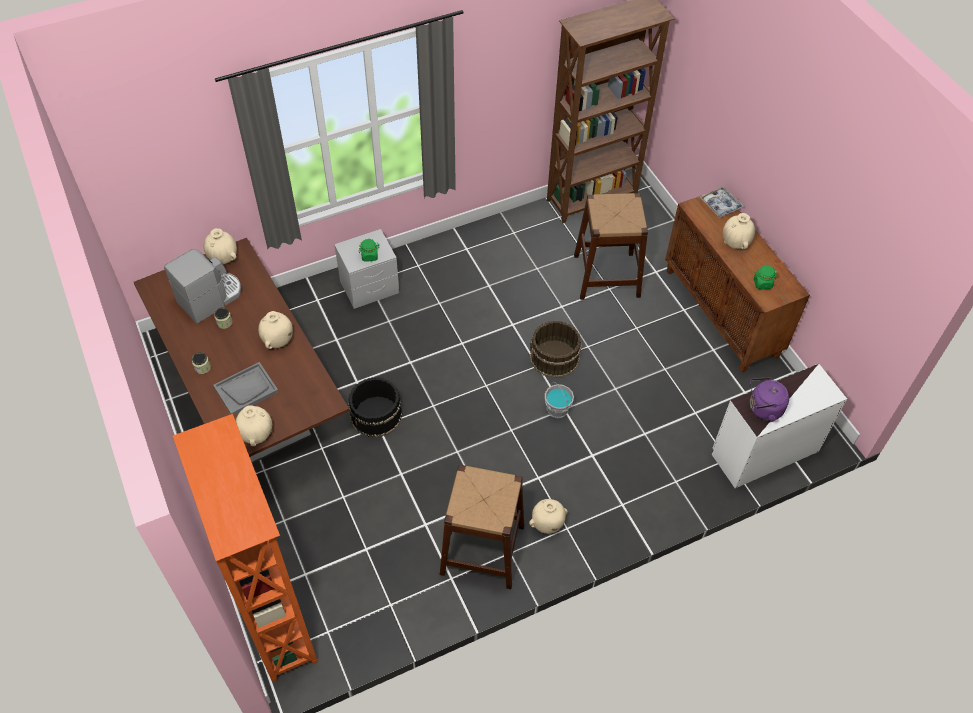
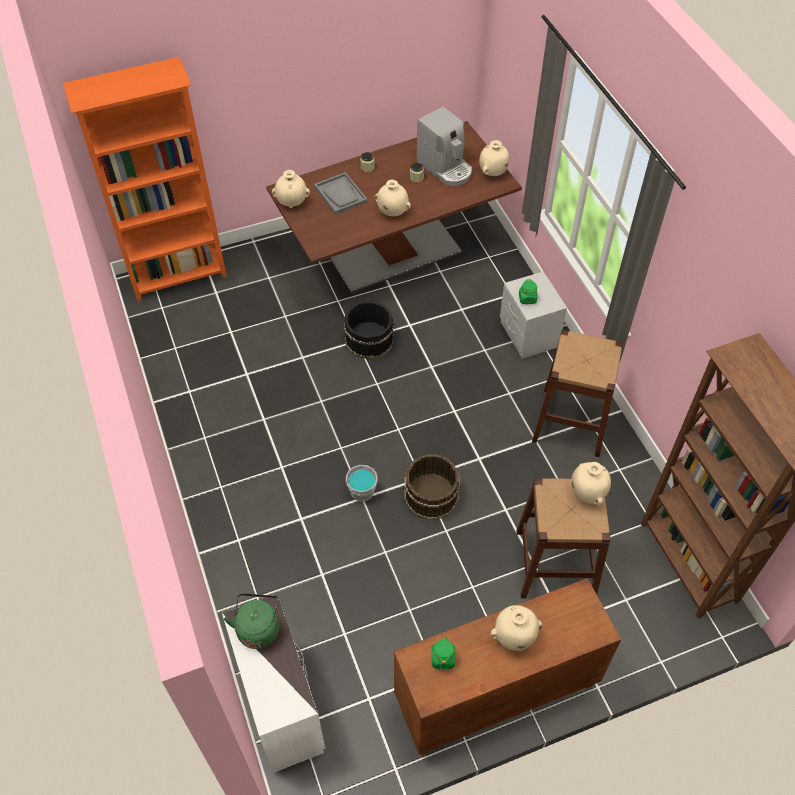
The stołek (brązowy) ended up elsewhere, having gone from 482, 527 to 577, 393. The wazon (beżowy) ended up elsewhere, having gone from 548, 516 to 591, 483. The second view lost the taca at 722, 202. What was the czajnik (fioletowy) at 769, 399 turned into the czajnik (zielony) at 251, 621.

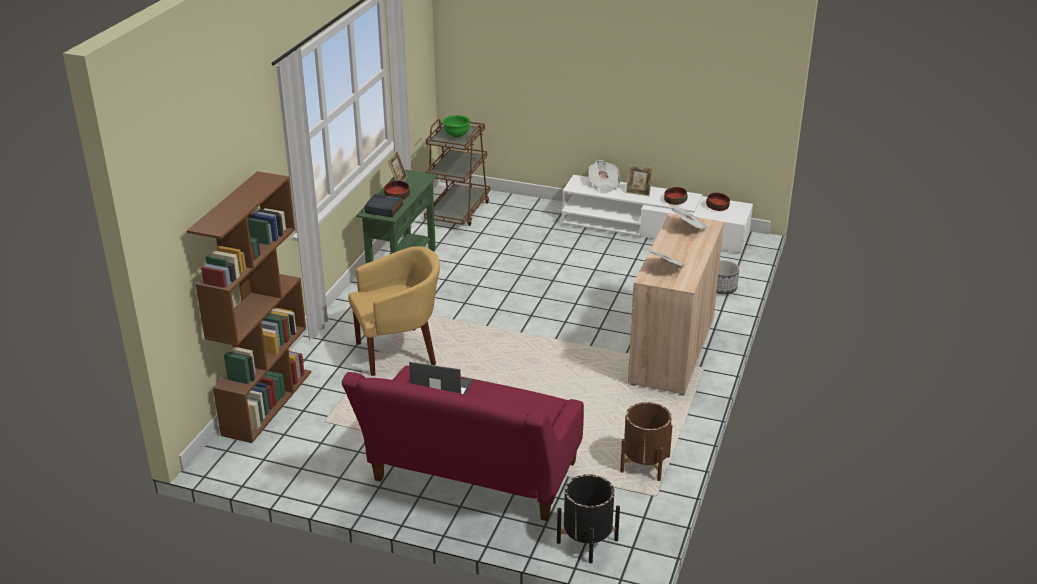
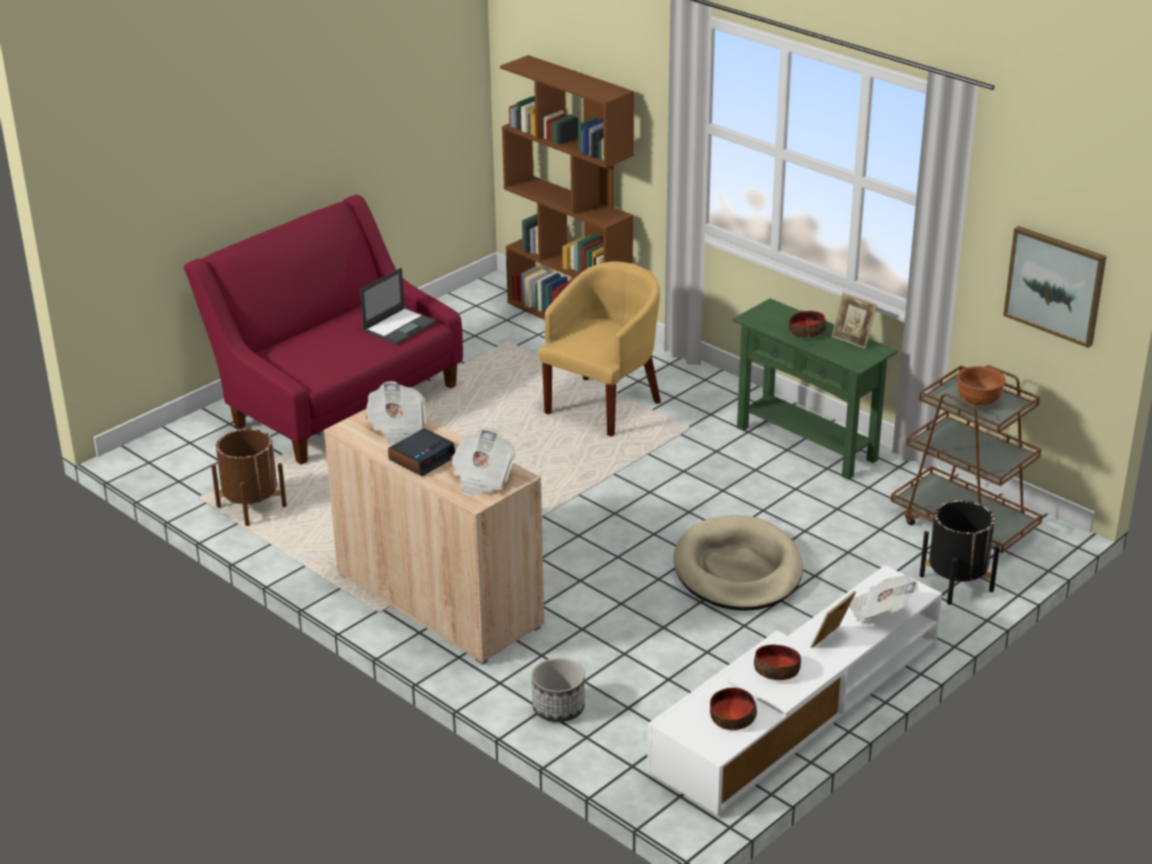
The fotel (żółty) at 394, 311 ended up facing another way, 150 degrees counterclockwise from before. The budzik ended up elsewhere, having gone from 384, 205 to 422, 452. What was the miska (zielony) at 456, 126 turned into the miska (brązowy) at 981, 386. The donica (czarny) ended up elsewhere, having gone from 588, 518 to 959, 552. The second view gained the legowisko (beżowy) at 738, 563. The second view gained the obraz at 1054, 287.

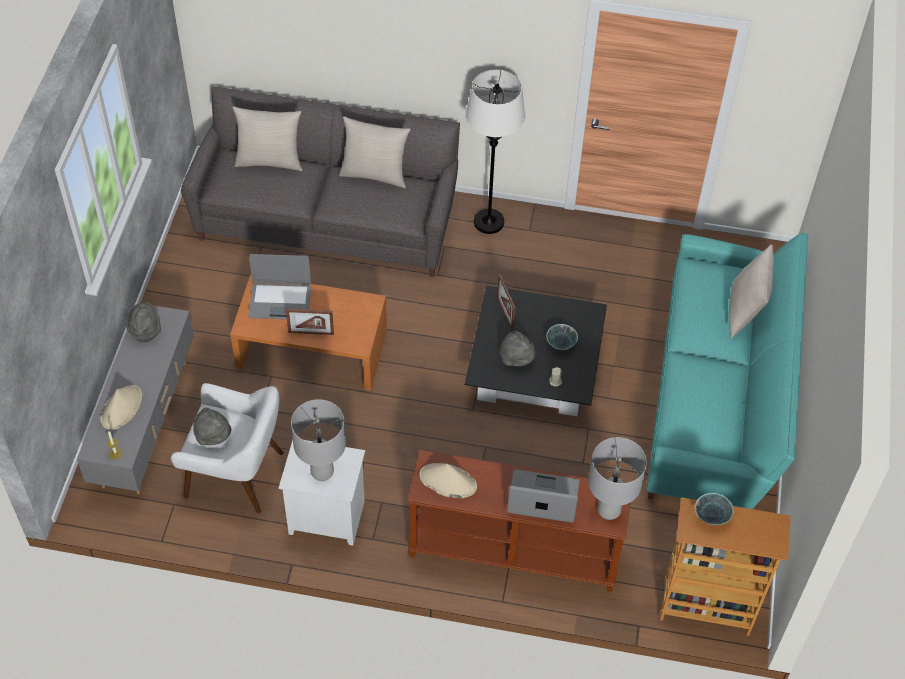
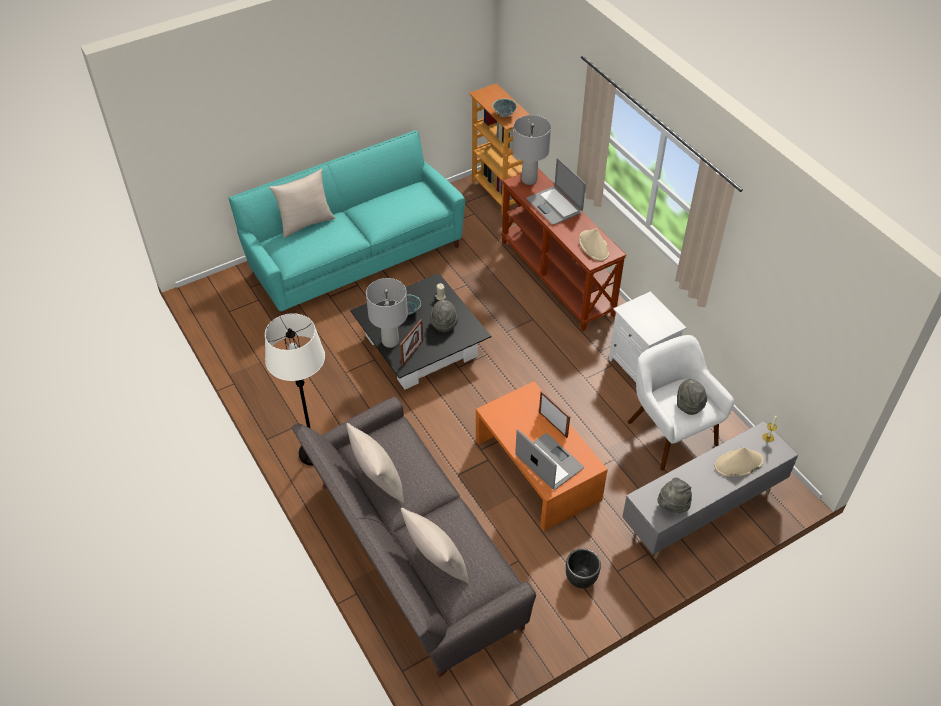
The lampa stołowa (szary) ended up elsewhere, having gone from 318, 440 to 387, 313. The second view gained the donica (czarny) at 583, 568.

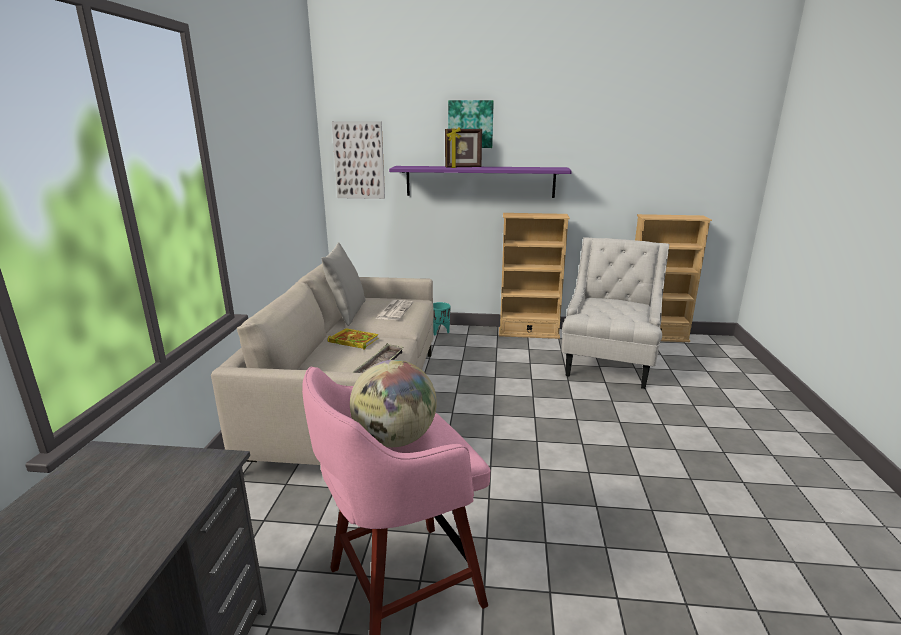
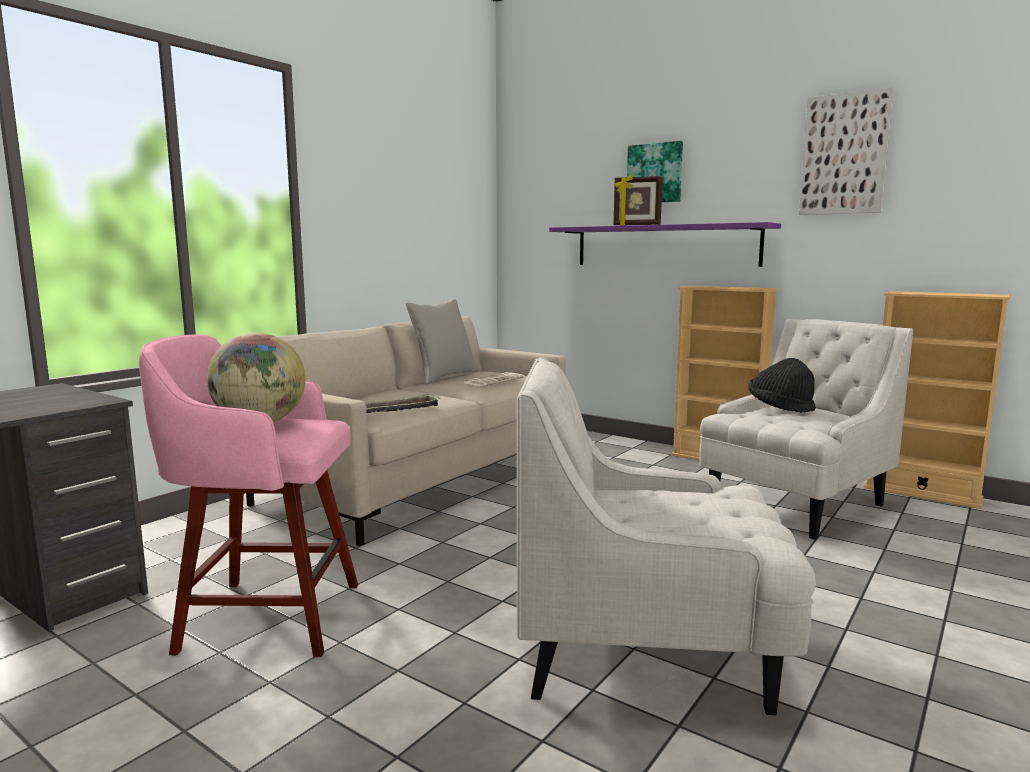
The second view lost the książka at 353, 339. The obraz ended up elsewhere, having gone from 358, 160 to 846, 151. The second view lost the donica (turkusowy) at 442, 318. The second view gained the fotel (biały) at 666, 536. The second view gained the kapelusz (czarny) at 782, 385.

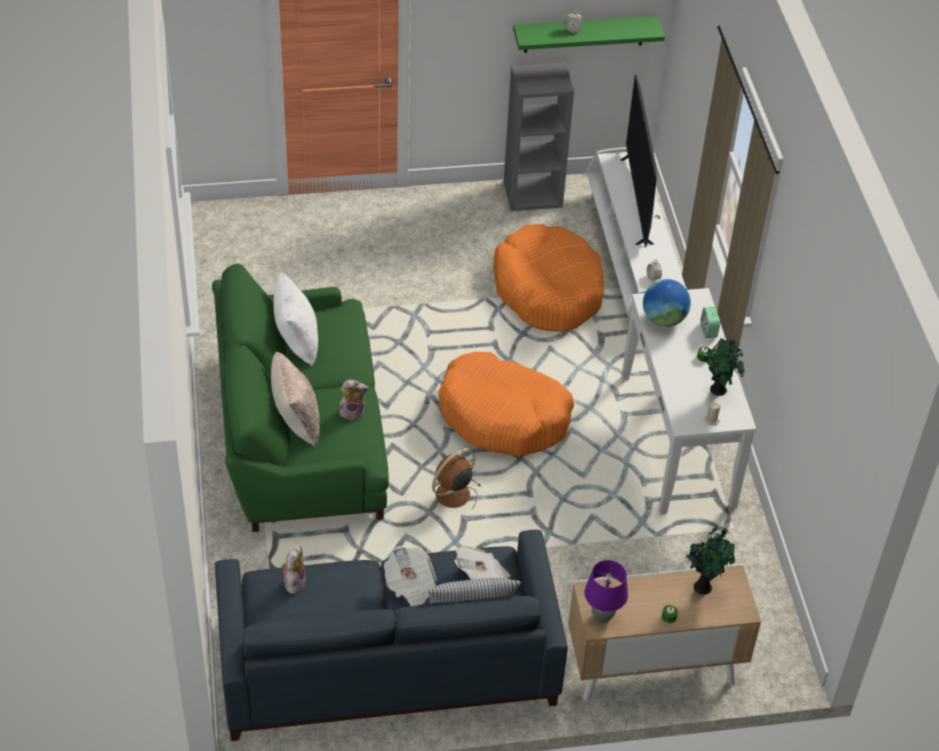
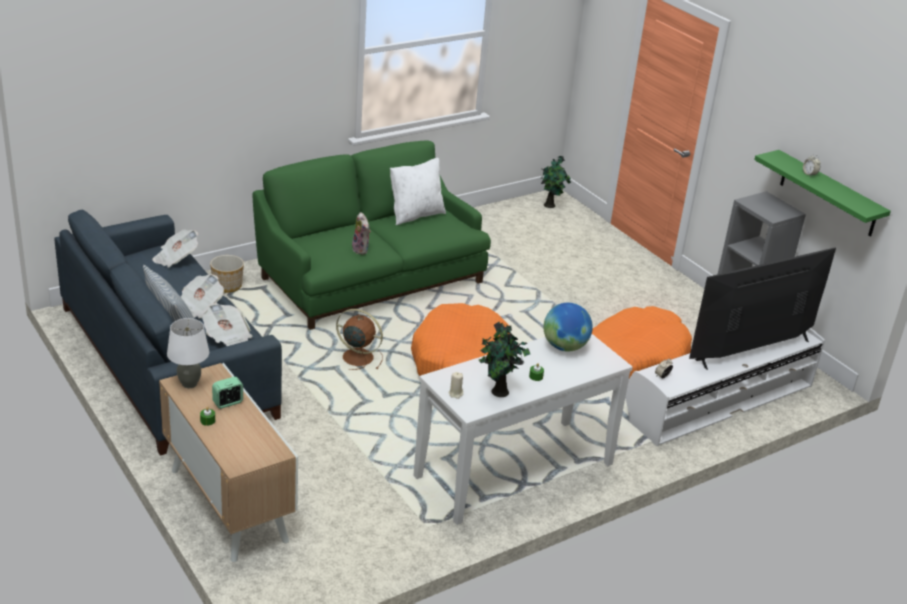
The second view lost the poduszka (beżowy) at 295, 399. Where the pluszak stood at 293, 569, the gazeta came to stand at 175, 248. What was the lampa stołowa (fioletowy) at 606, 591 turned into the lampa stołowa (biały) at 188, 353. The roślina doniczkowa ended up elsewhere, having gone from 710, 561 to 555, 182. The budzik ended up elsewhere, having gone from 710, 322 to 227, 393. The second view gained the donica at 227, 274.

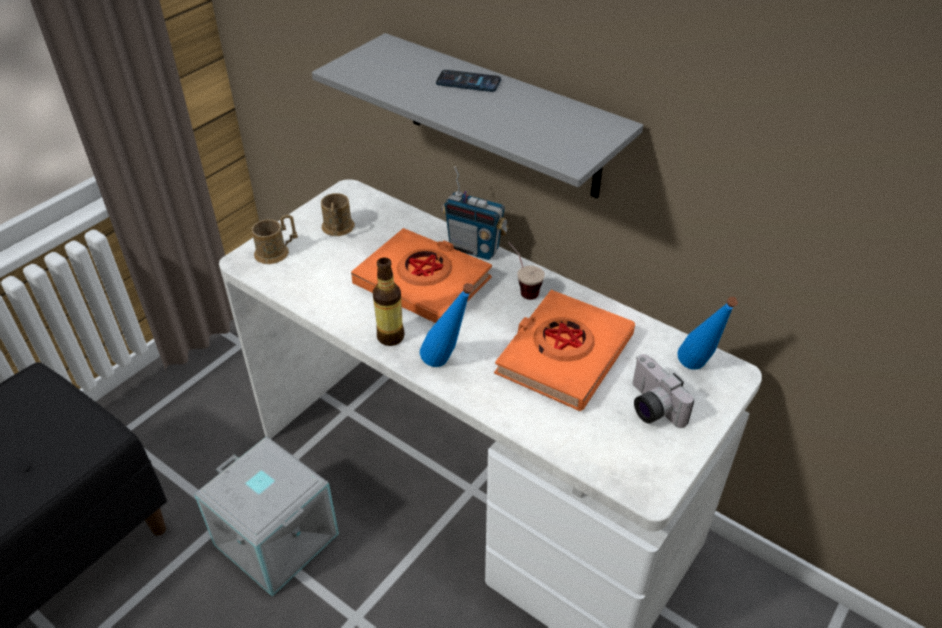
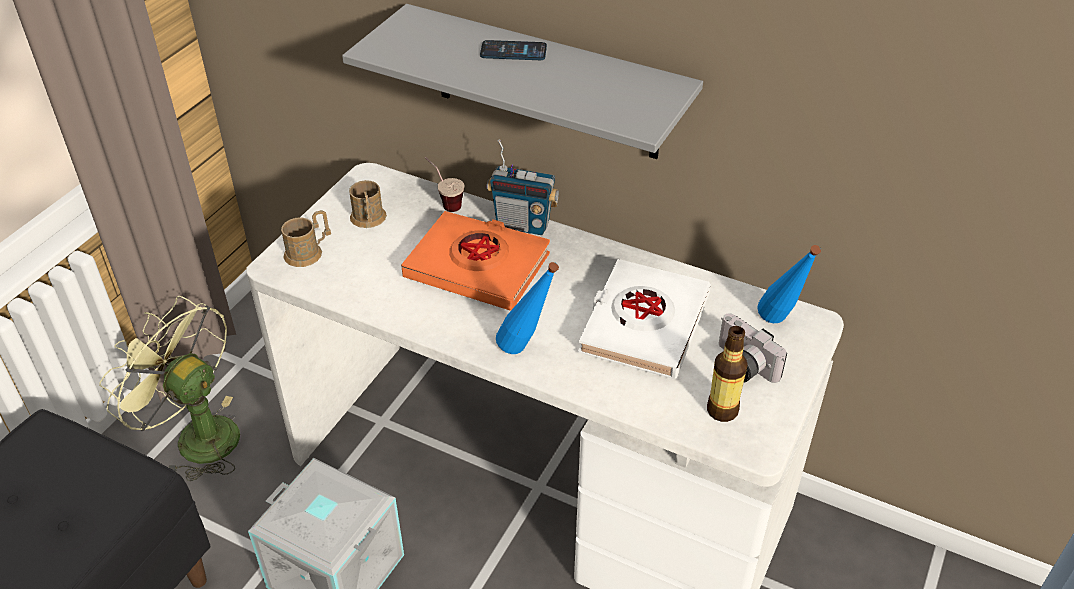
The butelka ended up elsewhere, having gone from 389, 302 to 727, 374. What was the książka (pomarańczowy) at 564, 350 turned into the książka (biały) at 644, 319. The filiżanka ended up elsewhere, having gone from 526, 271 to 444, 184. The second view gained the wentylator (zielony) at 169, 388.

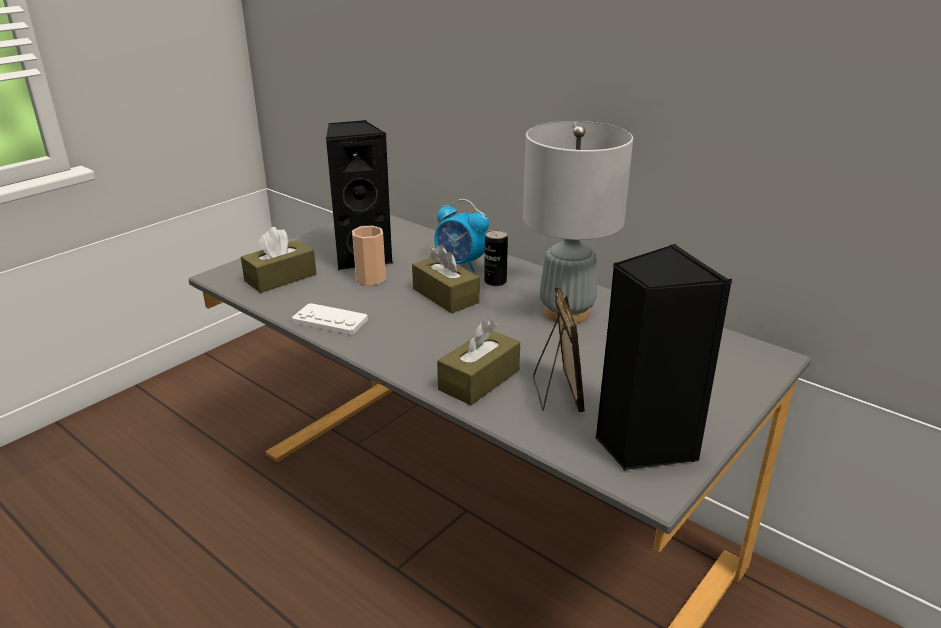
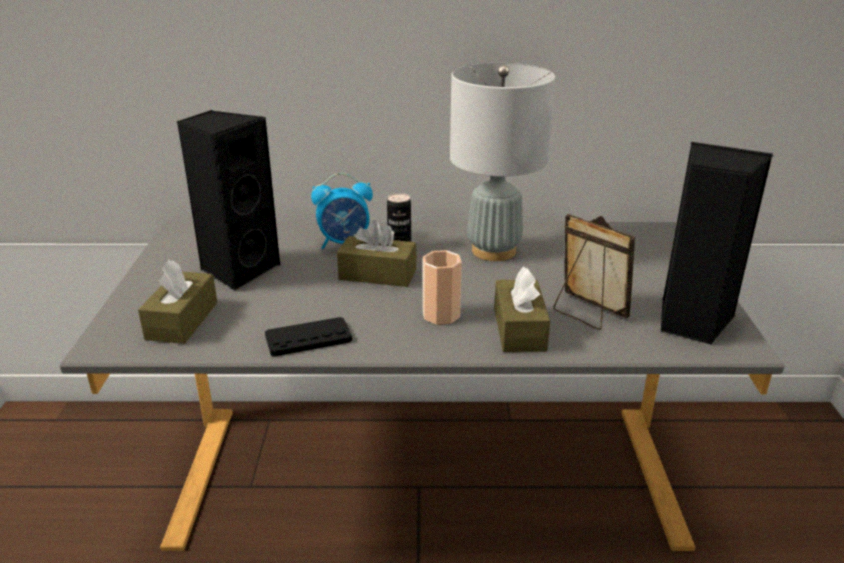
What was the pad do gier (biały) at 330, 319 turned into the pad do gier (czarny) at 308, 337. The filiżanka ended up elsewhere, having gone from 369, 256 to 442, 287.

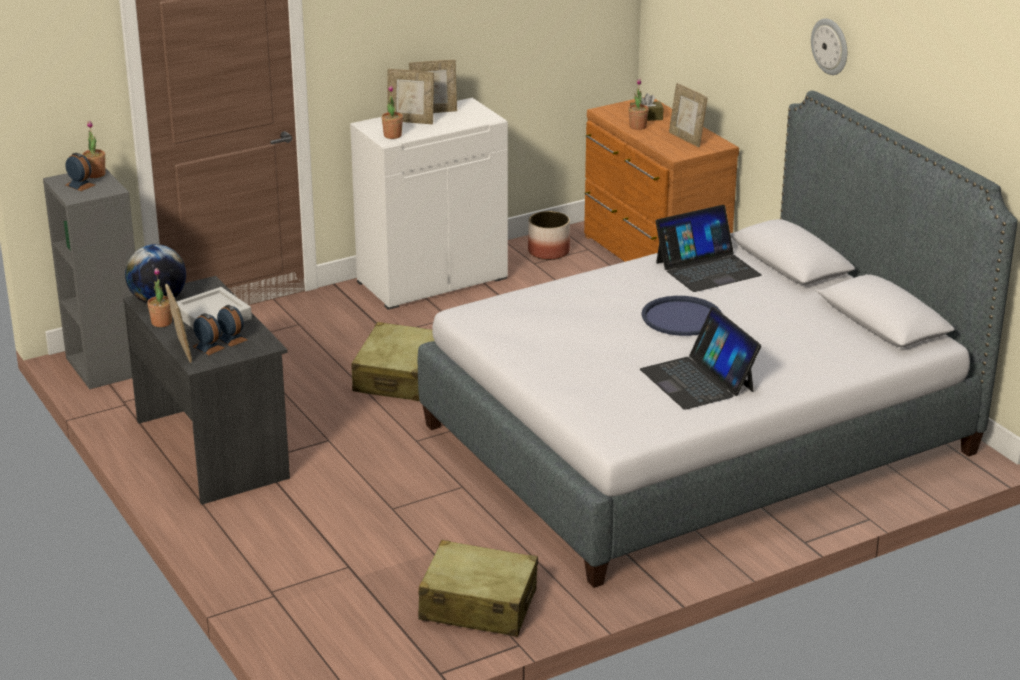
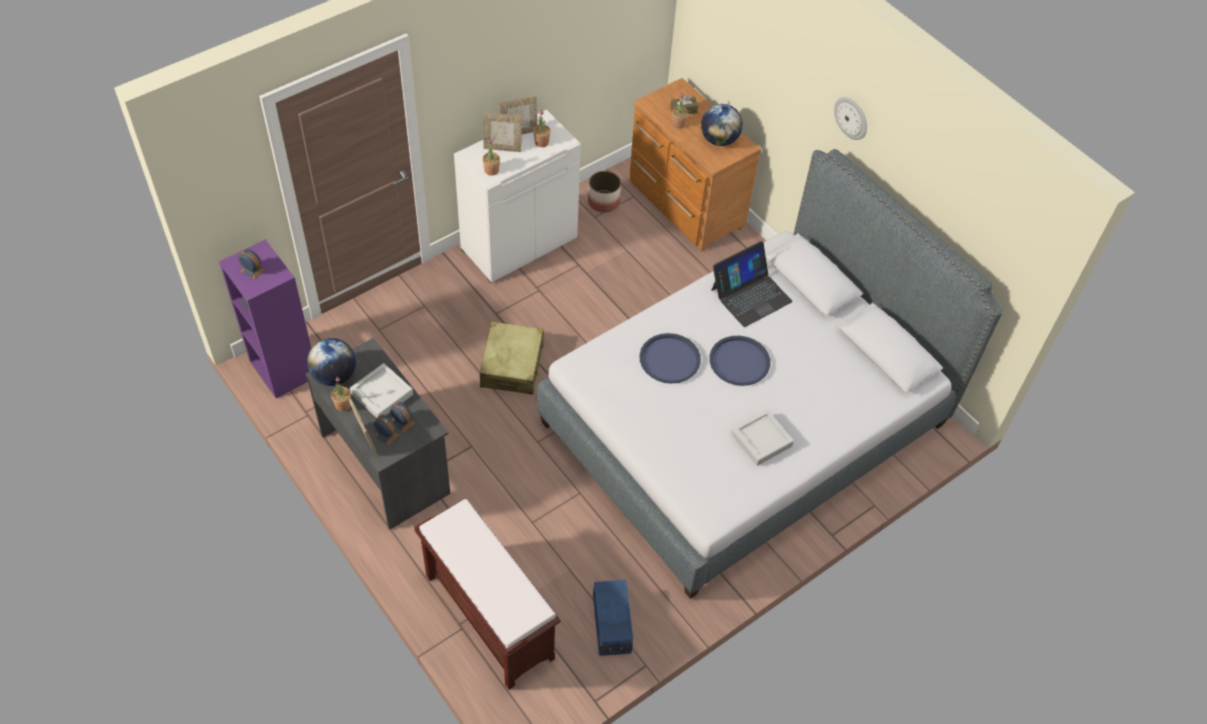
What was the regał (szary) at 89, 278 turned into the regał (fioletowy) at 265, 319. The roślina doniczkowa ended up elsewhere, having gone from 93, 149 to 542, 128. Where the walizka (beżowy) stood at 478, 588, the pojemnik do przechowywania (niebieski) came to stand at 613, 618. Where the laptop stood at 700, 358, the taca (szary) came to stand at 762, 437. Where the ramka na zdjęcie stood at 688, 115, the globus came to stand at 722, 125. The second view gained the ławka (brązowy) at 487, 594. The second view gained the taca (niebieski) at 670, 358.

